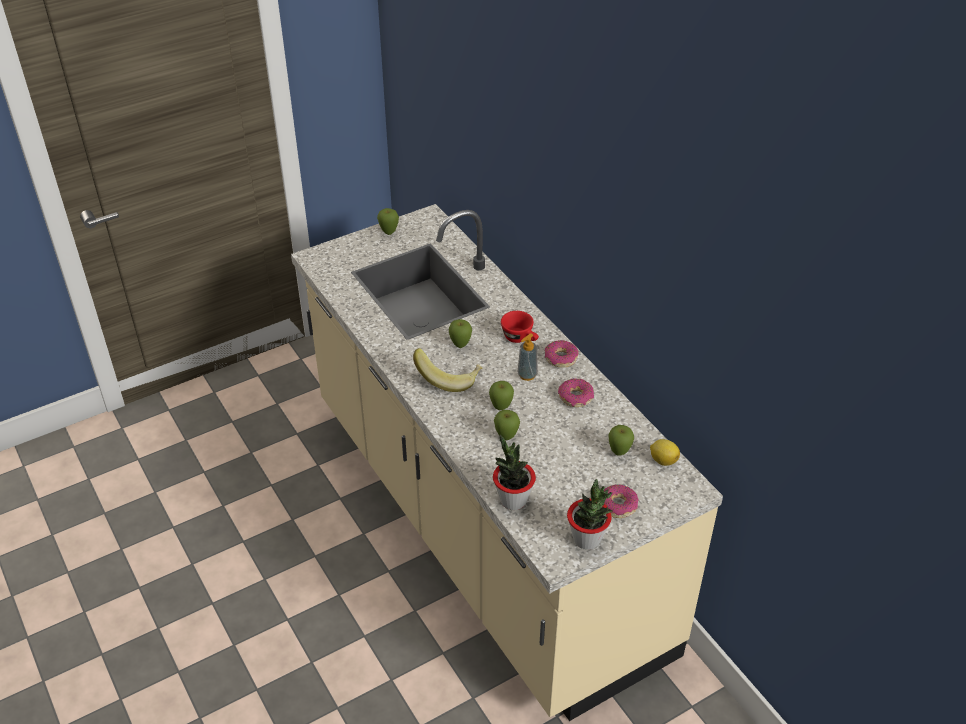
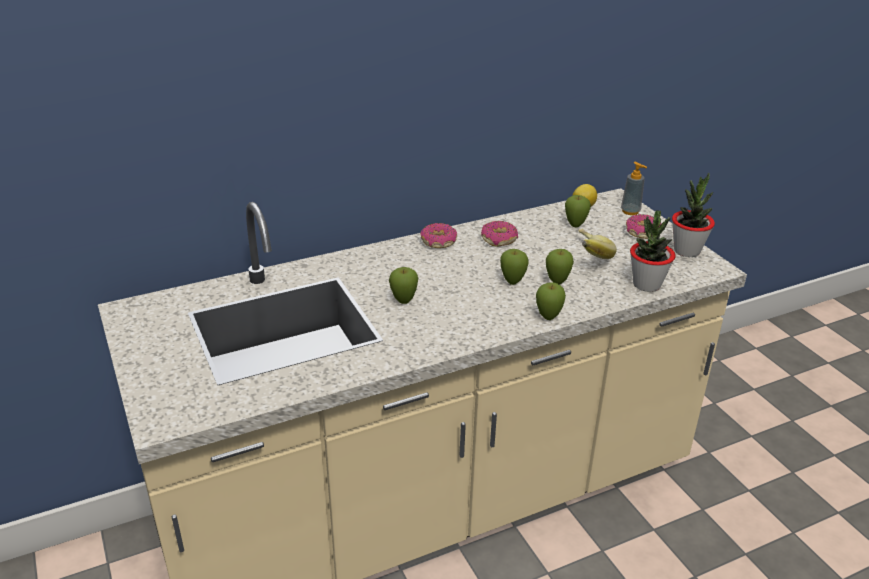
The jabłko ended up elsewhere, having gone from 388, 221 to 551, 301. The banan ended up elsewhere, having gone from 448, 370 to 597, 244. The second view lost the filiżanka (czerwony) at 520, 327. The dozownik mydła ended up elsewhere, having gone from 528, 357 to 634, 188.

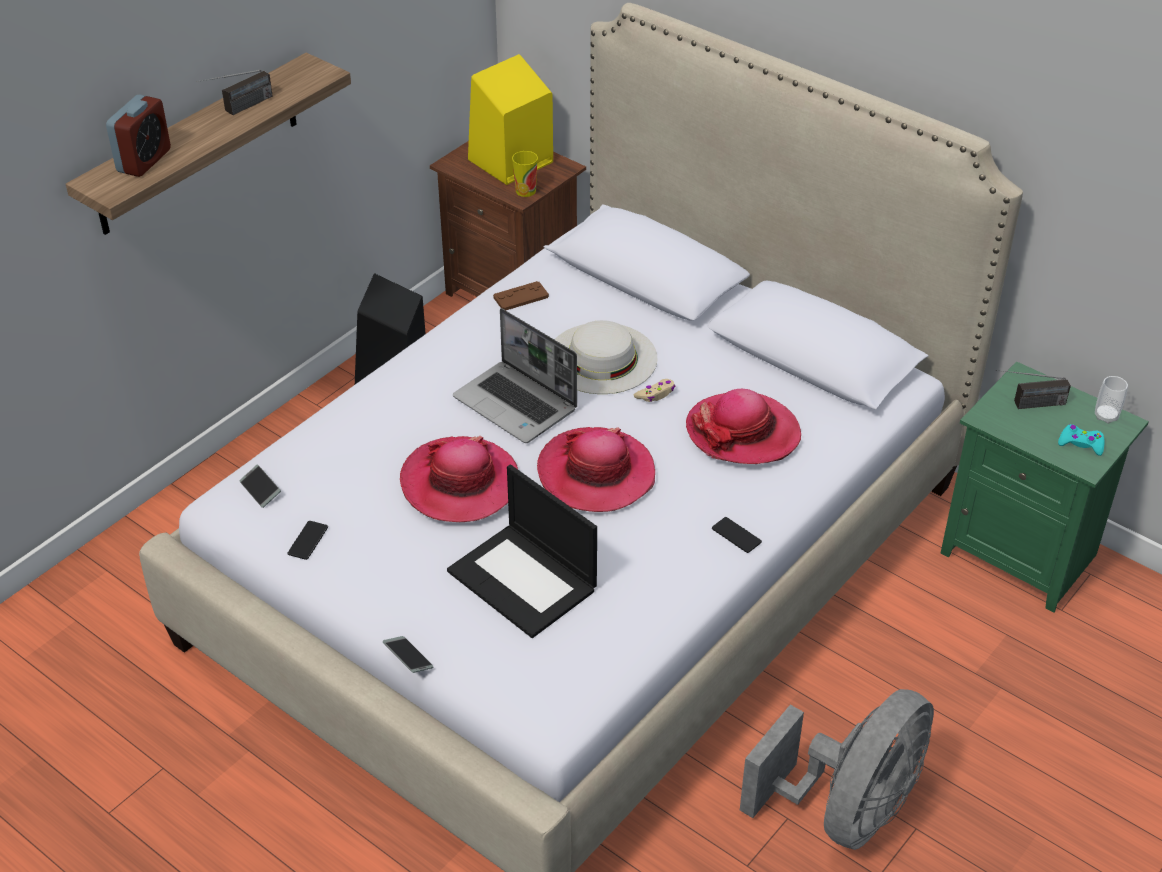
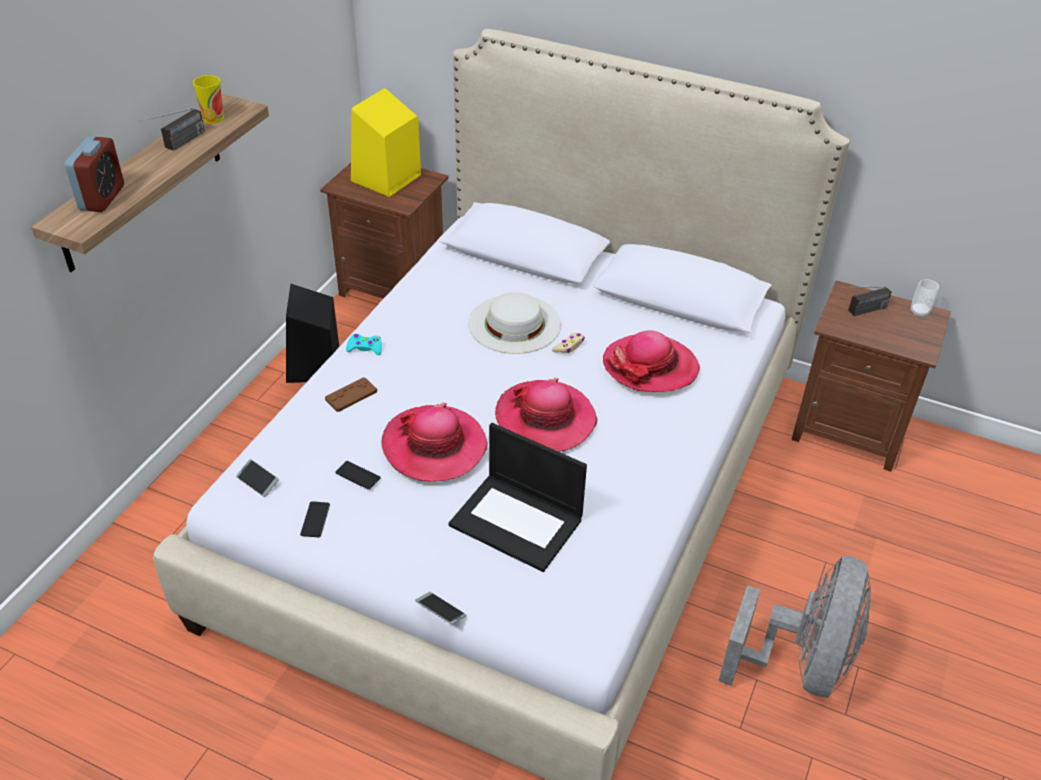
The second view lost the laptop at 515, 375. The pad do gier (brązowy) ended up elsewhere, having gone from 521, 295 to 351, 394. The filiżanka ended up elsewhere, having gone from 525, 174 to 208, 99. The telefon ended up elsewhere, having gone from 737, 535 to 358, 475. What was the szafka nocna (zielony) at 1045, 487 turned into the szafka nocna (brązowy) at 871, 376. The pad do gier (turkusowy) ended up elsewhere, having gone from 1081, 440 to 364, 344.

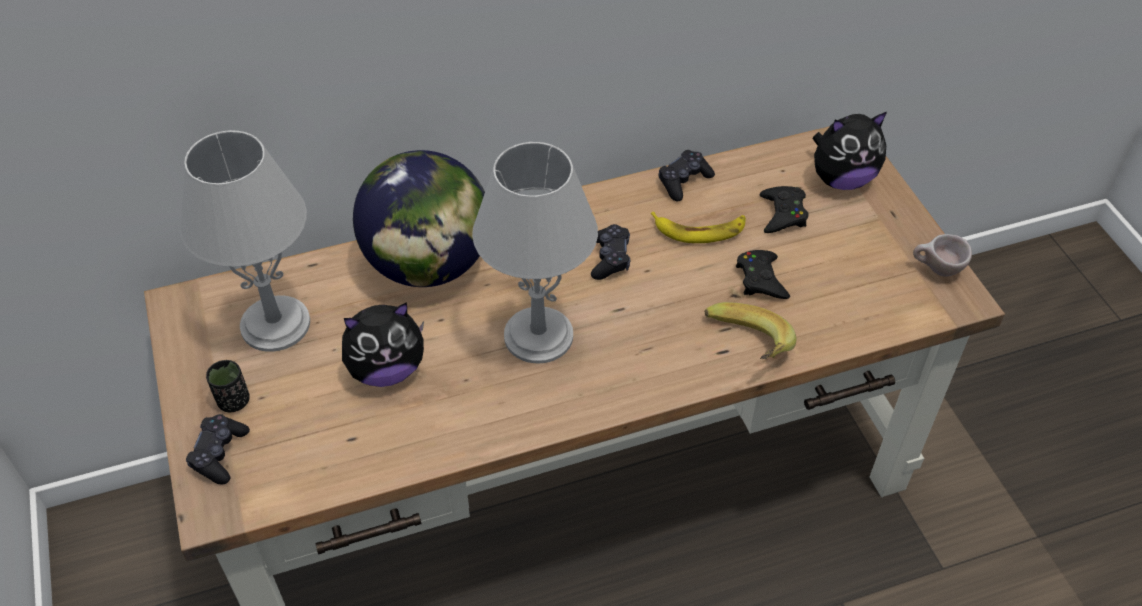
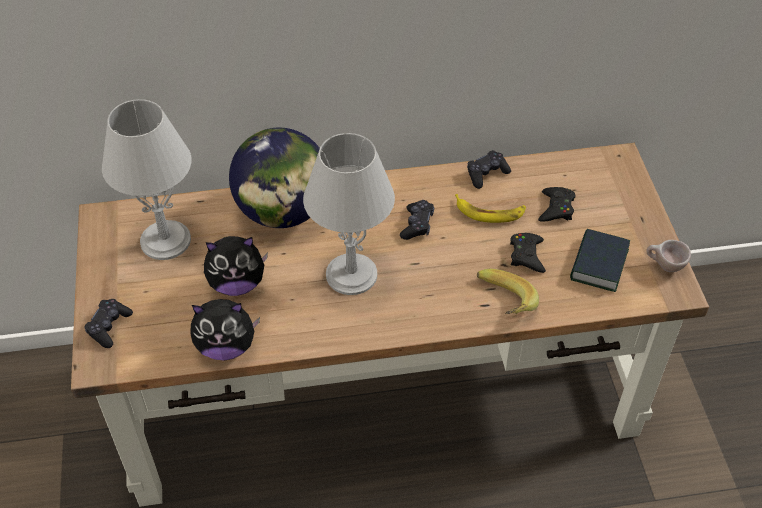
The second view lost the filiżanka (czarny) at 228, 386. The pluszak ended up elsewhere, having gone from 849, 151 to 225, 329. The second view gained the książka at 600, 260.

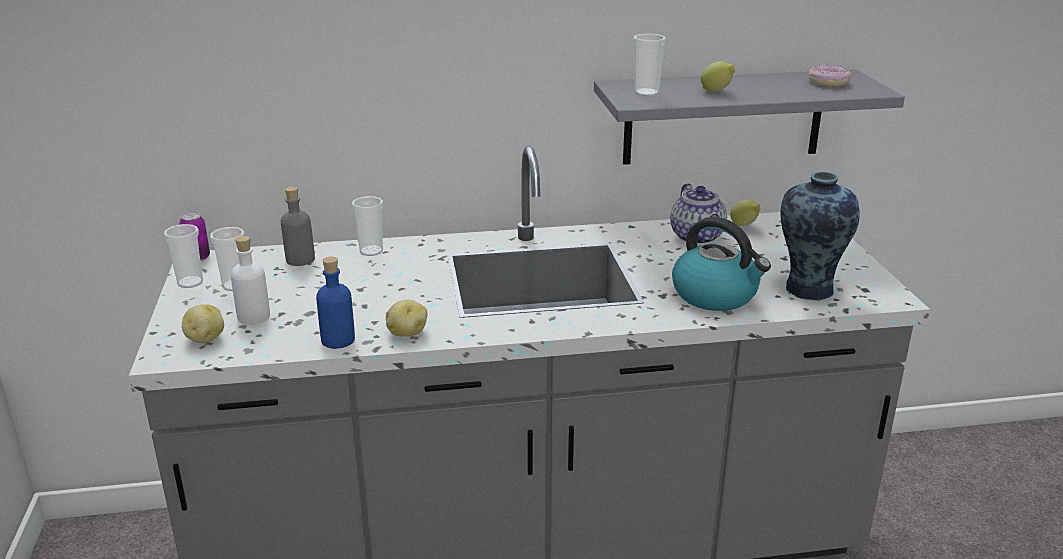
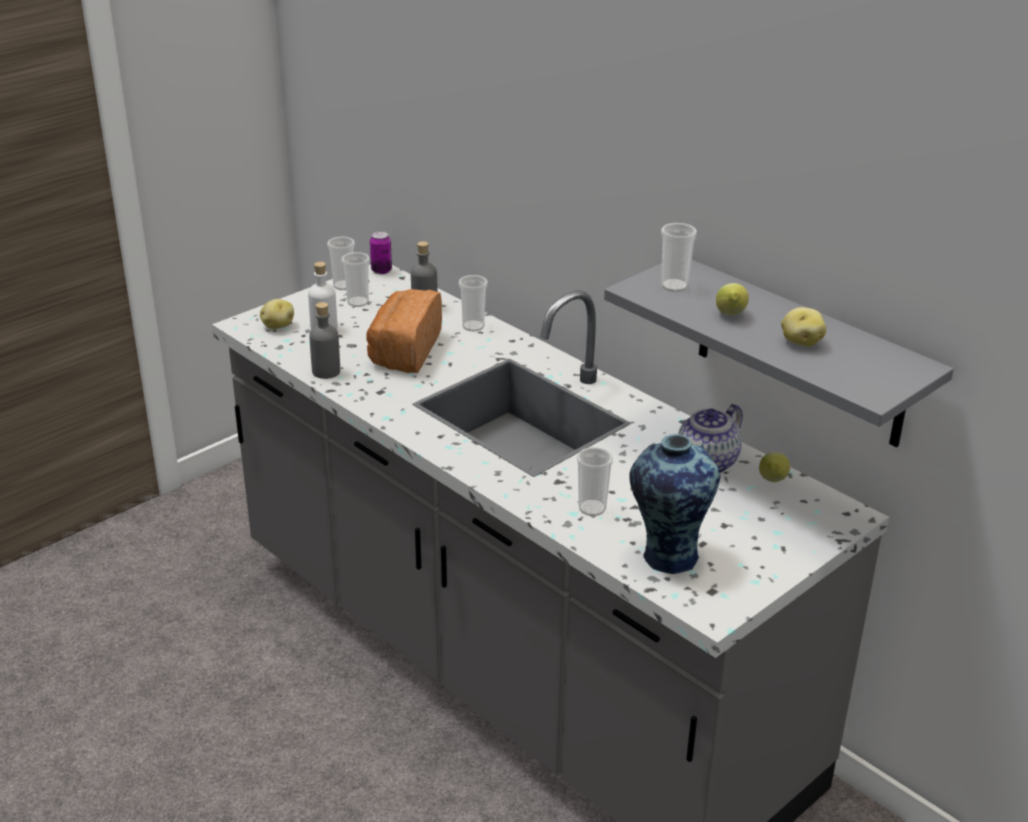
What was the butelka (niebieski) at 335, 303 turned into the butelka (szary) at 324, 340. The ziemniak ended up elsewhere, having gone from 406, 318 to 803, 327. Where the czajnik stood at 721, 264, the filiżanka came to stand at 595, 481. The second view lost the donut at 829, 76. The second view gained the chleb at 404, 331.

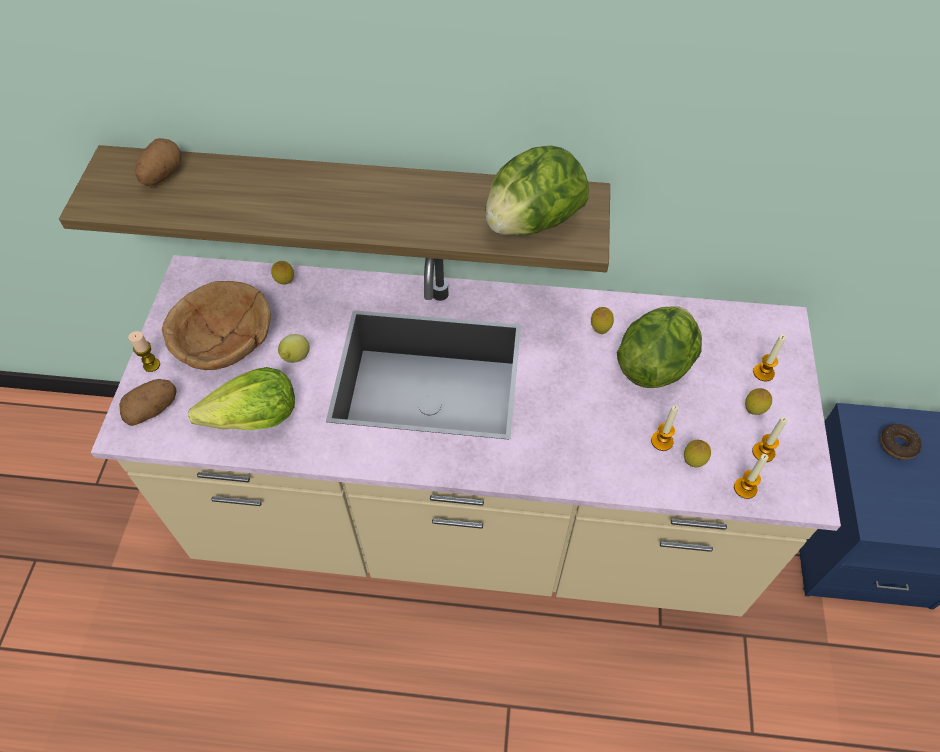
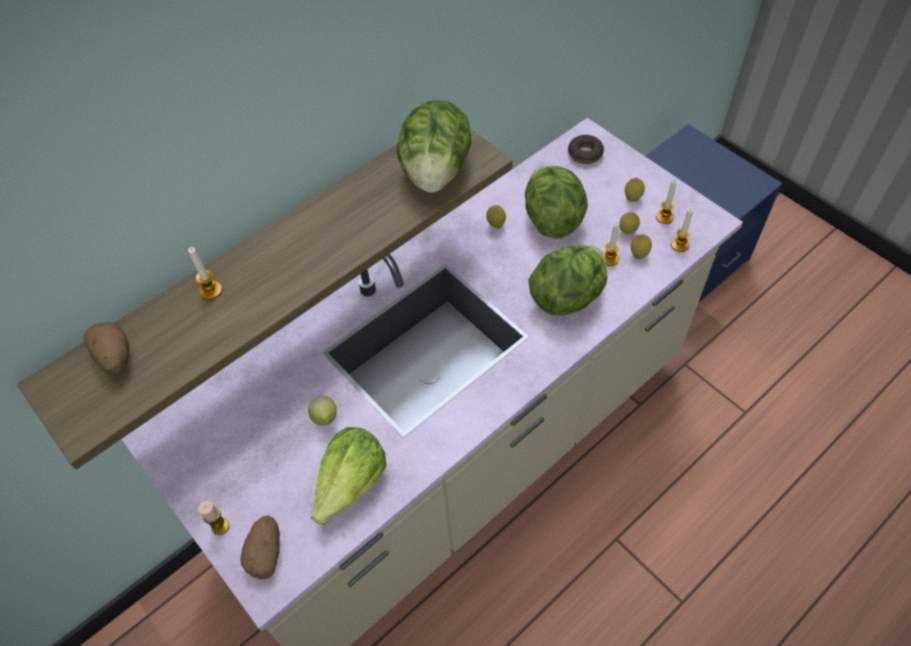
The second view lost the miska (brązowy) at 216, 325. The cytryna ended up elsewhere, having gone from 282, 273 to 629, 223. The świeca ended up elsewhere, having gone from 769, 357 to 205, 273. The donut ended up elsewhere, having gone from 901, 442 to 586, 149. The second view gained the sałata at 567, 280.

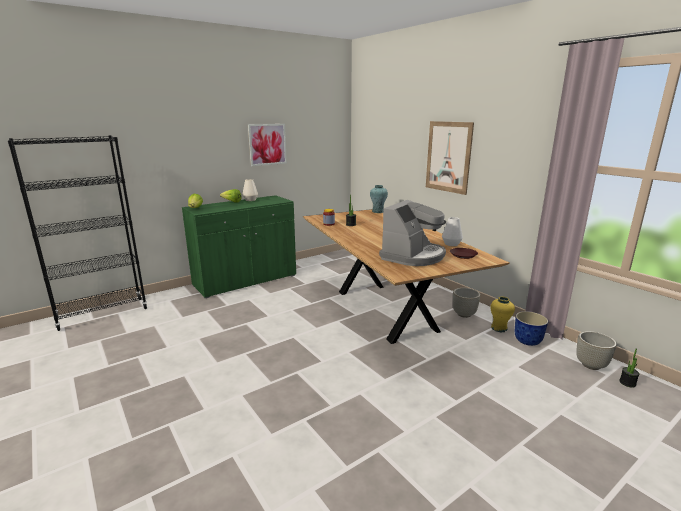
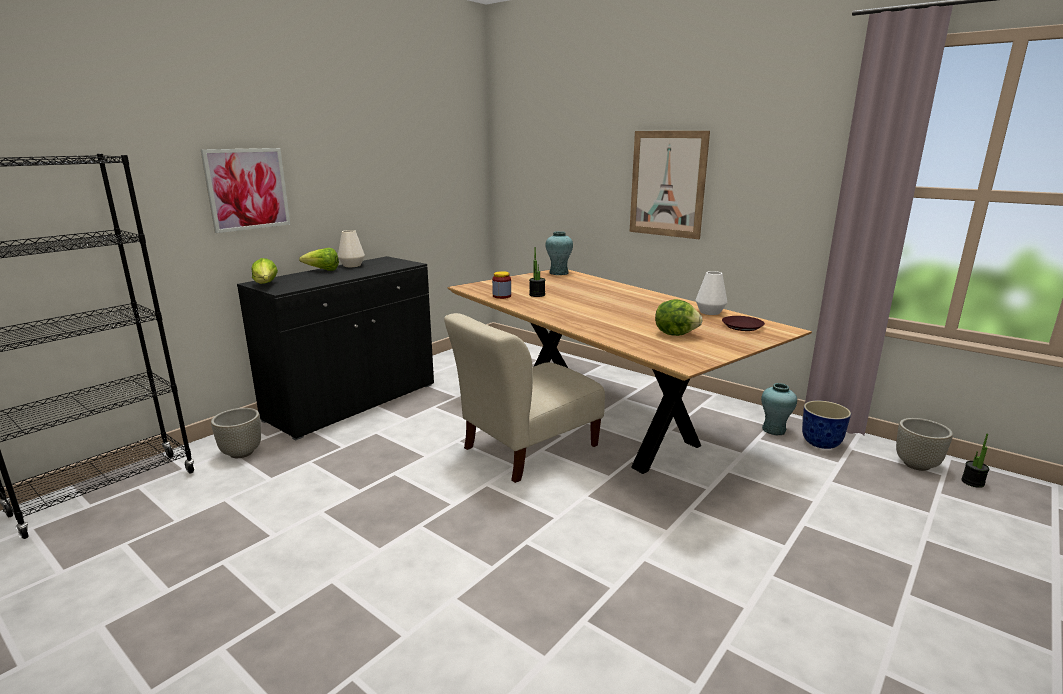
What was the szafka (zielony) at 239, 246 turned into the szafka (czarny) at 335, 348. The obraz ended up elsewhere, having gone from 267, 145 to 245, 190. Where the ekspres do kawy stood at 412, 233, the sałata came to stand at 679, 317. The donica (szary) ended up elsewhere, having gone from 466, 303 to 236, 433. What was the wazon (żółty) at 502, 314 turned into the wazon (turkusowy) at 779, 409. The second view gained the krzesło (beżowy) at 524, 398.

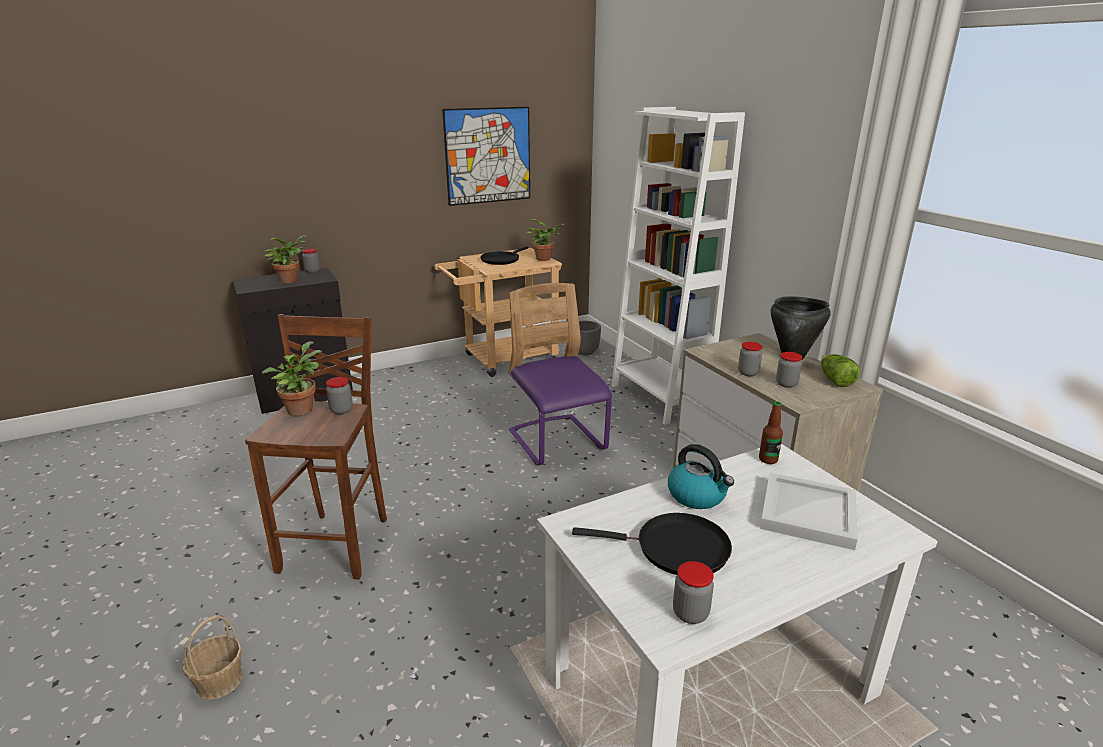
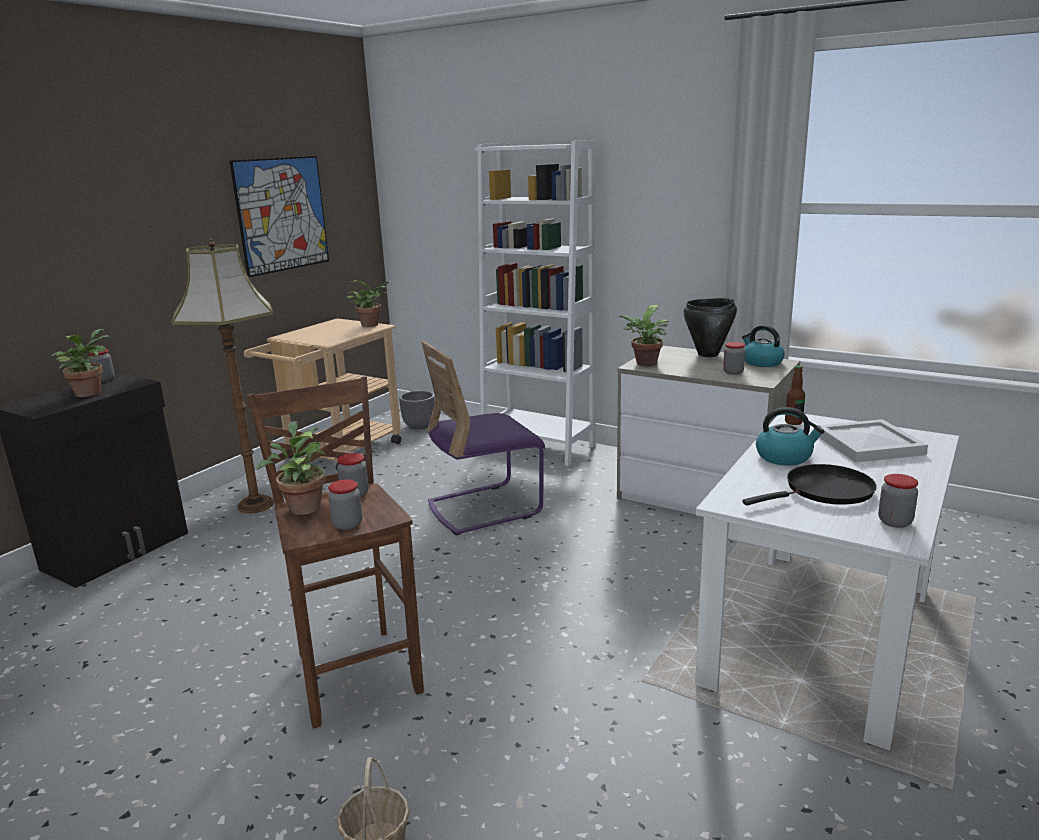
The second view lost the patelnia (czarny) at 504, 256. The krzesło (fioletowy) at 560, 374 ended up facing another way, 60 degrees counterclockwise from before. The słoik ended up elsewhere, having gone from 750, 359 to 345, 504. Where the sałata stood at 840, 370, the czajnik came to stand at 763, 346. The second view gained the lampa stojąca at 223, 376. The second view gained the roślina doniczkowa at 643, 335.

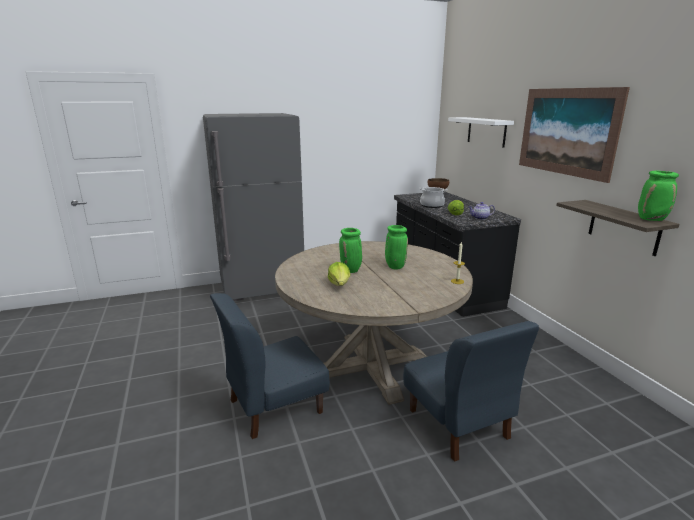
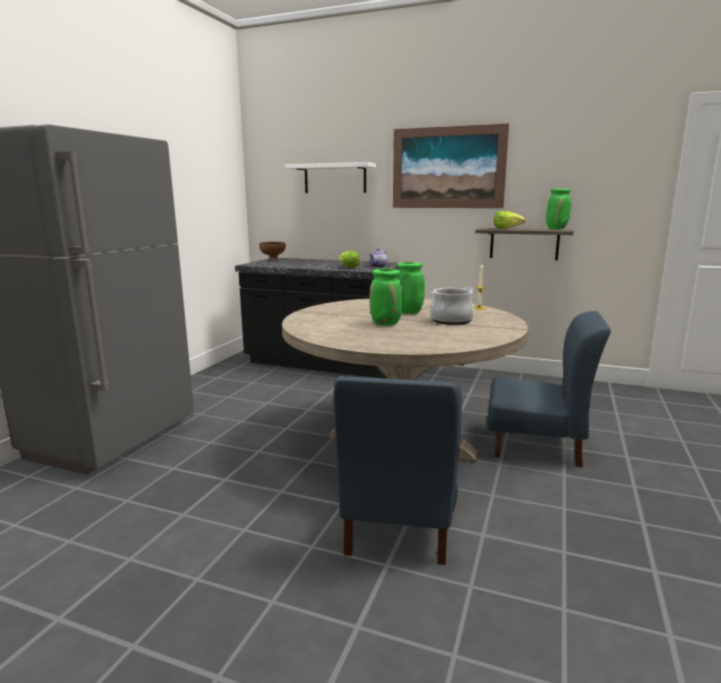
The sałata ended up elsewhere, having gone from 339, 274 to 509, 220. The garnek ended up elsewhere, having gone from 433, 197 to 452, 306.

